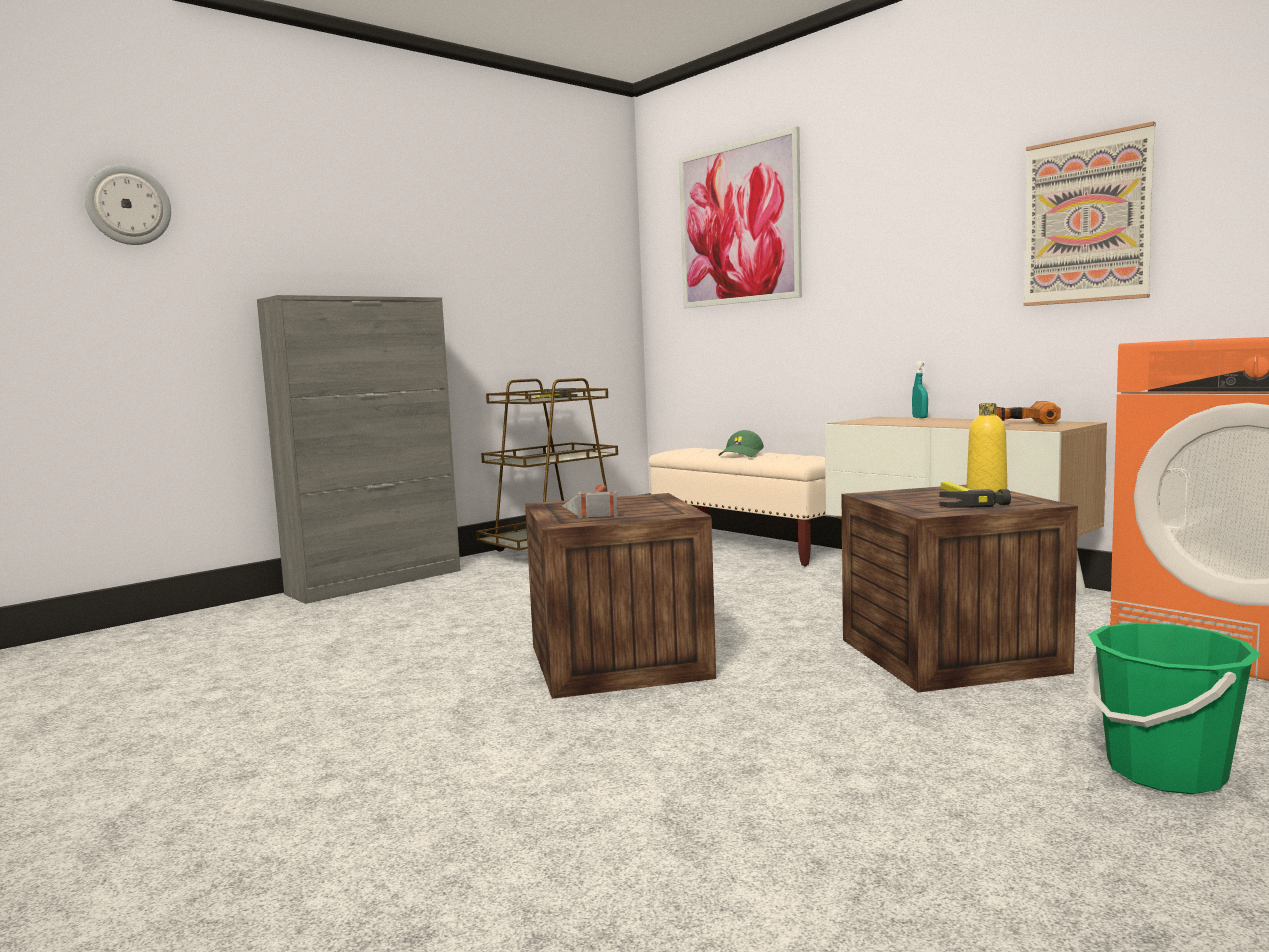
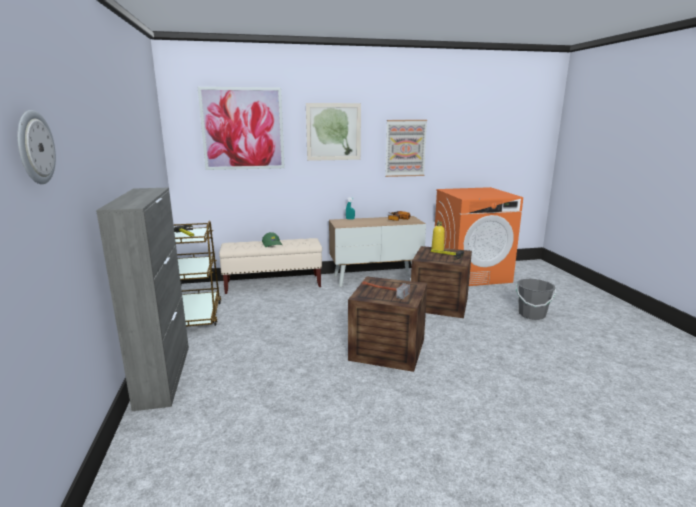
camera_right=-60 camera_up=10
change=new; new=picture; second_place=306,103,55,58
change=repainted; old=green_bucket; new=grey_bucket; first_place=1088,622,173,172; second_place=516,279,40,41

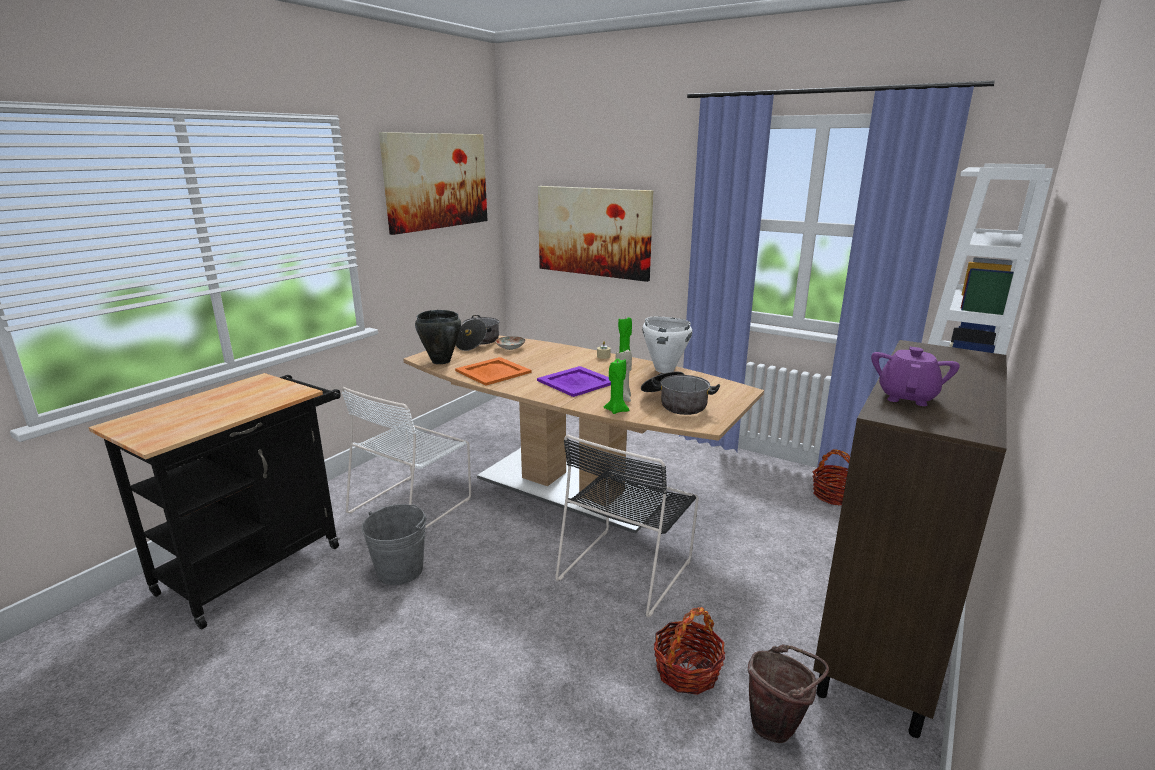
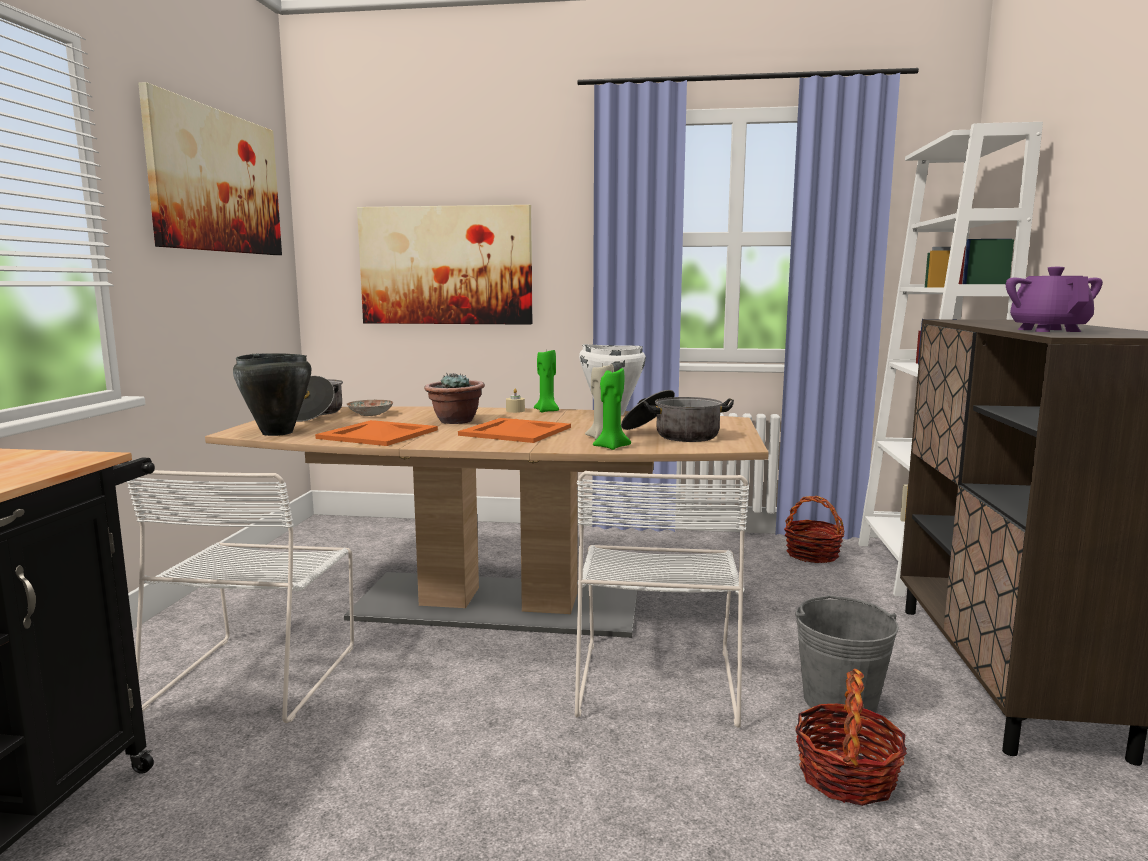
camera_right=-25 camera_up=-10
change=gone; old=brown_bucket; first_place=748,644,81,99
change=new; new=potted_plant; second_place=424,373,61,51
change=shifted; old=grey_bucket; first_place=361,504,65,81; second_place=795,595,104,124
change=repainted; old=purple_tray; new=orange_tray; first_place=537,366,74,31; second_place=458,418,113,25
change=repainted; old=black_chair; new=white_chair; first_place=555,434,144,183; second_place=574,471,175,257

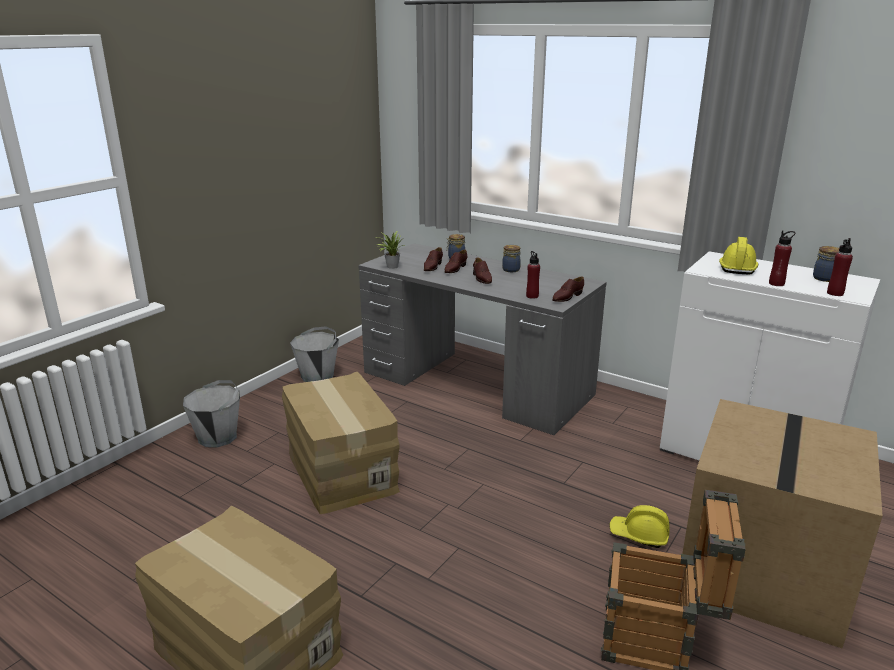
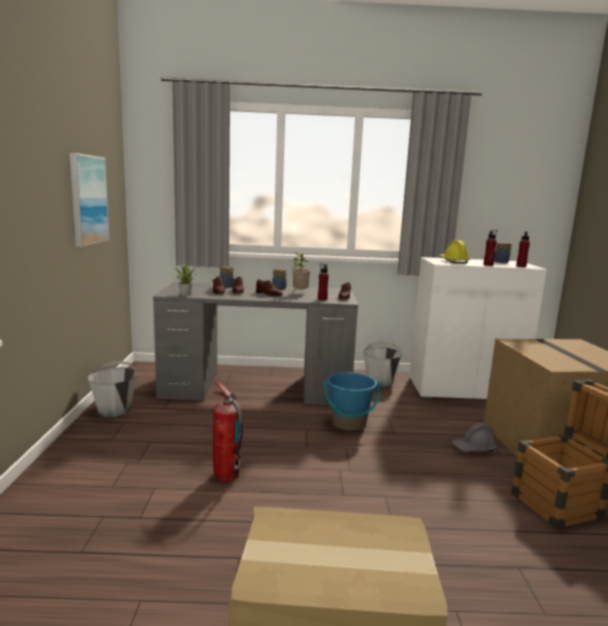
camera_right=-35 camera_up=-10
change=new; new=picture; second_place=70,153,39,94
change=new; new=potted_plant; second_place=292,252,18,38
change=new; new=blue_bucket; second_place=324,372,56,59
change=shifted; old=grey_bucket; first_place=183,380,57,68; second_place=363,342,39,45
change=swapped; old=cardboard_box; new=fire_extinguisher; first_place=282,372,118,142; second_place=212,381,31,101
change=repainted; old=yellow_hard_hat; new=grey_hard_hat; first_place=609,505,61,43; second_place=452,423,45,29

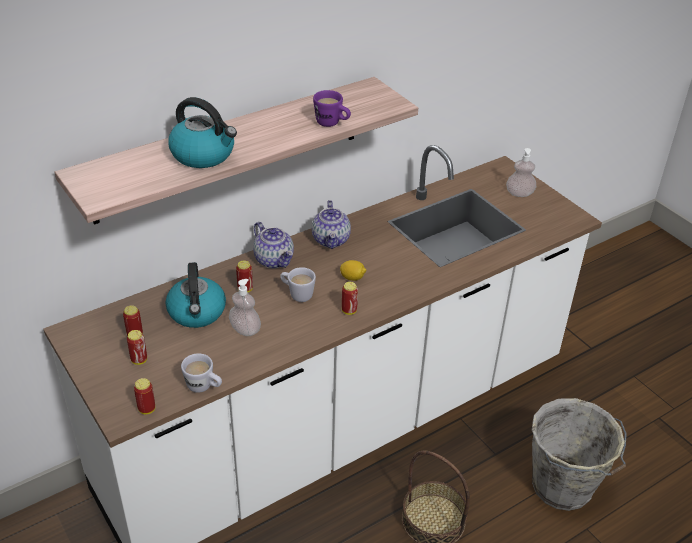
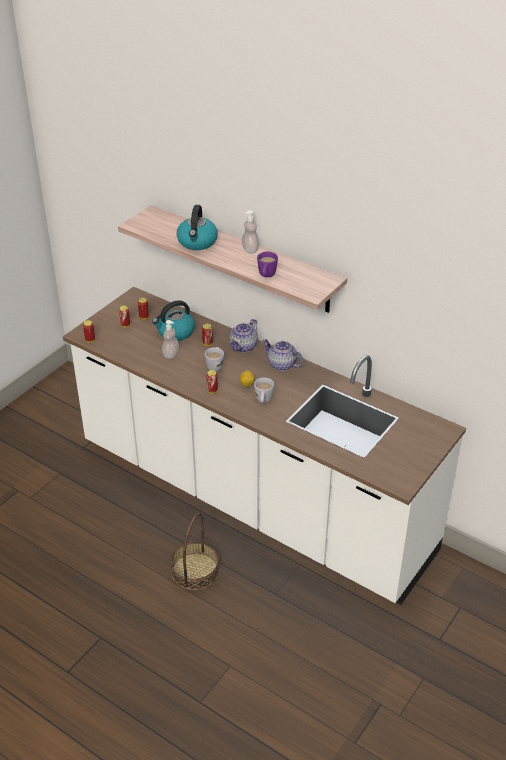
camera_right=70 camera_up=0
change=gone; old=grey_bucket; first_place=532,398,95,113
change=shifted; old=white_mug; first_place=181,353,41,40; second_place=254,378,20,25
change=shifted; old=soap_dispenser; first_place=506,148,30,49; second_place=242,210,17,44
change=rotated; old=teapot; first_place=312,200,39,49; second_place=262,339,42,32; degrees=60

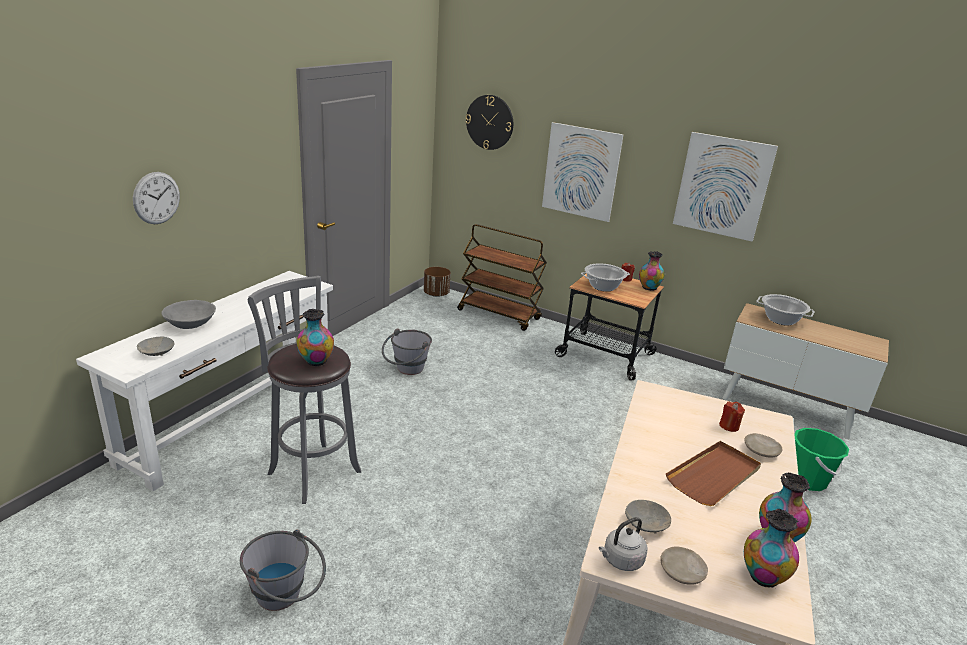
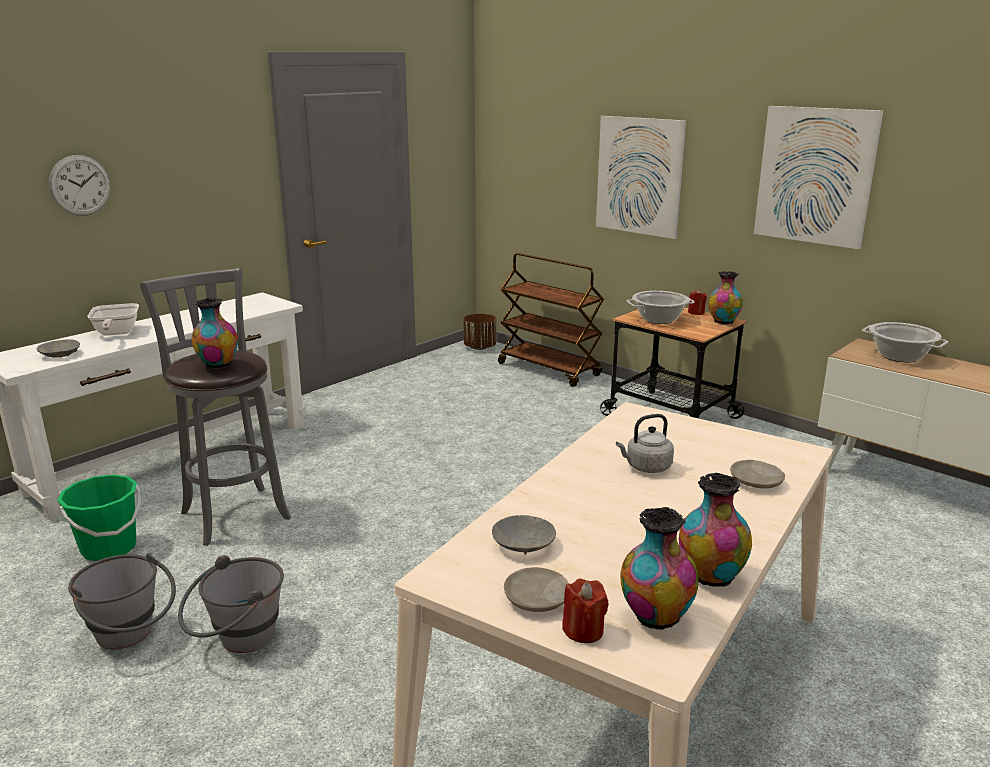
camera_right=15 camera_up=-5
change=gone; old=wall_clock; first_place=466,95,47,55
change=gone; old=brown_tray; first_place=666,441,95,65
change=shifted; old=grey_bucket; first_place=382,328,50,47; second_place=178,555,106,98
change=shifted; old=grey_kettle; first_place=599,517,48,54; second_place=616,414,58,59
change=shifted; old=red_candle; first_place=719,401,26,31; second_place=562,579,47,64
change=shifted; old=green_bucket; first_place=794,428,55,63; second_place=57,474,84,87
change=swapped; old=grey_bowl; new=frying_pan; first_place=162,300,54,29; second_place=88,303,51,33

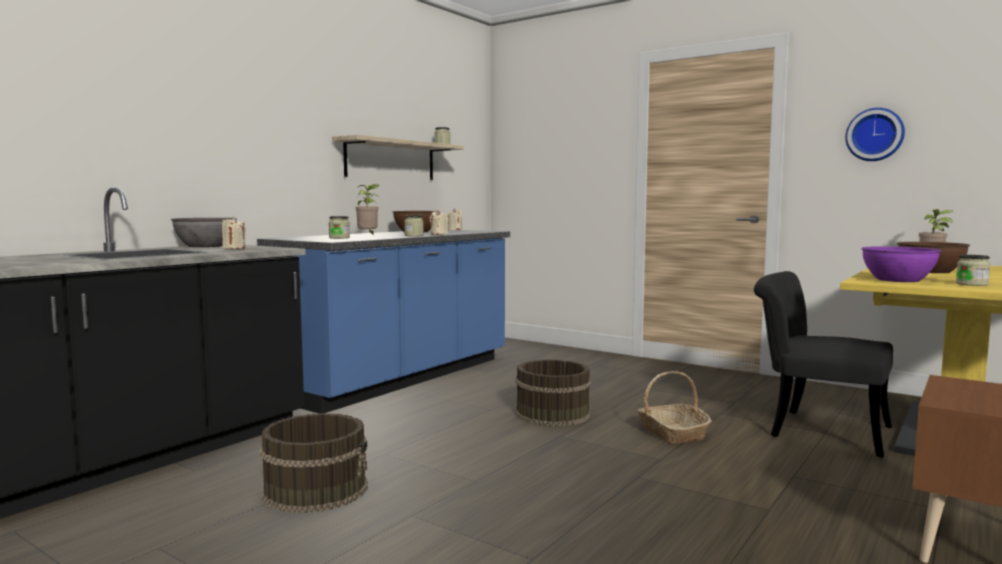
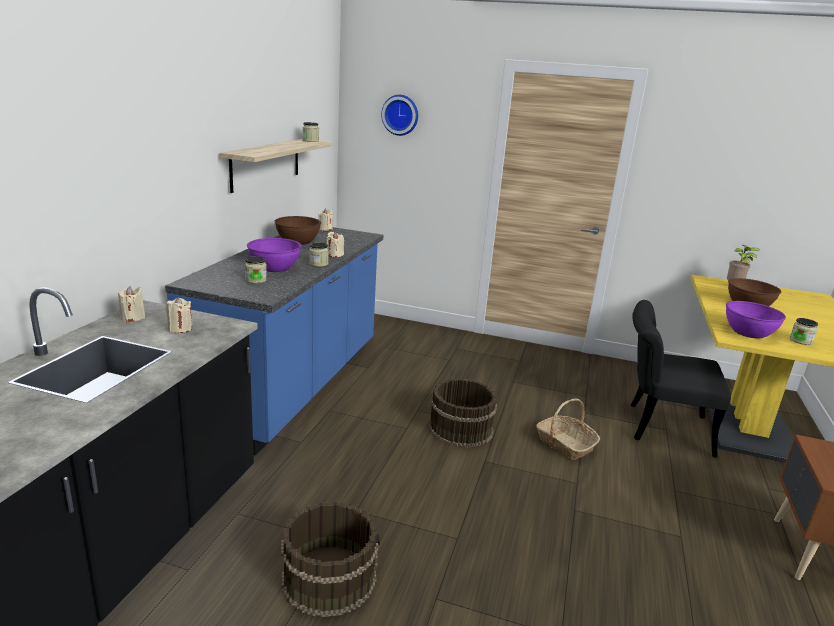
camera_right=-20 camera_up=15
change=shifted; old=wall_clock; first_place=845,108,60,53; second_place=381,95,37,41
change=swapped; old=grey_bowl; new=beige_candle; first_place=171,218,66,29; second_place=118,286,27,36
change=swapped; old=potted_plant; new=purple_bowl; first_place=355,184,24,51; second_place=247,238,55,34

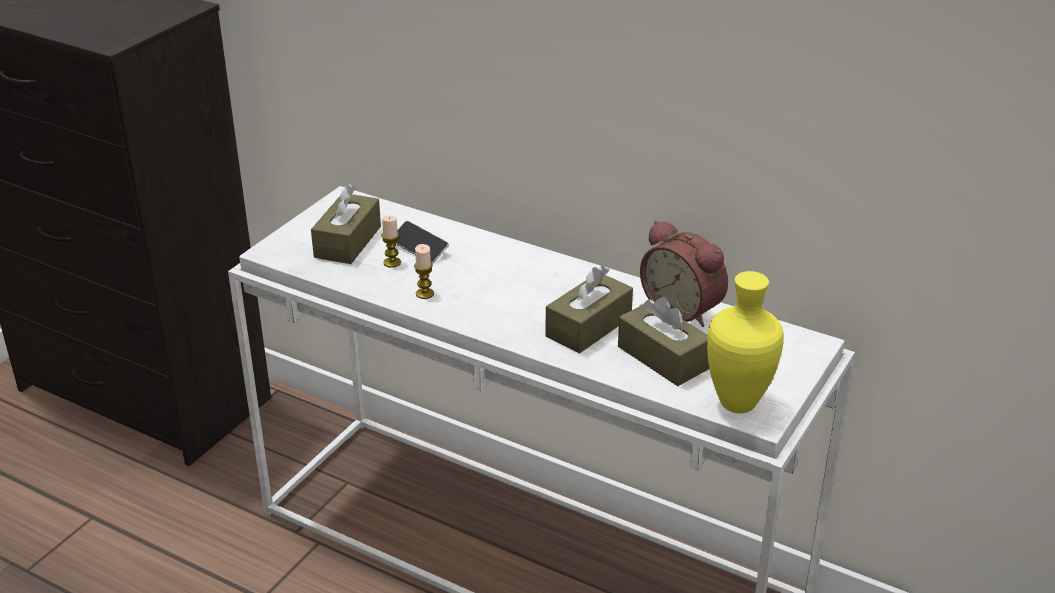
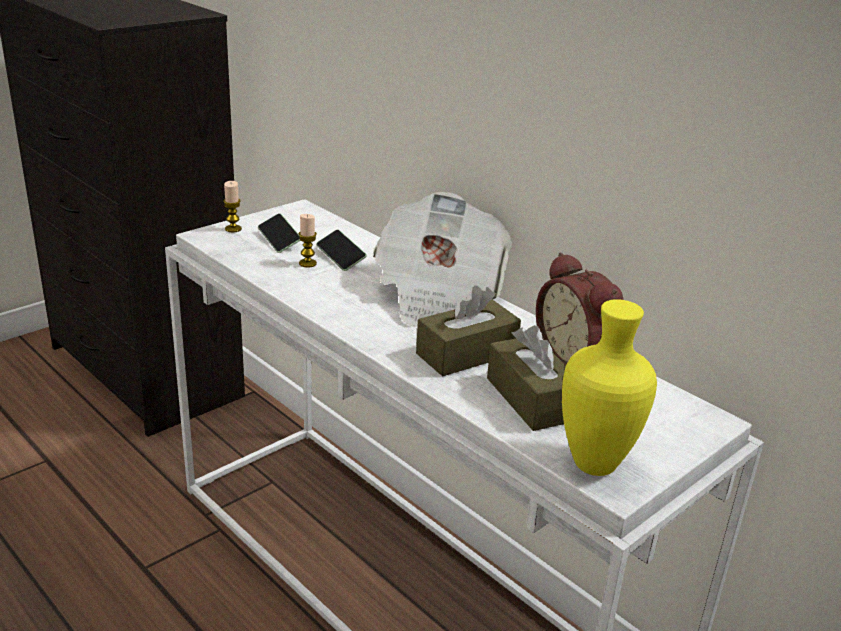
camera_right=15 camera_up=-5
change=new; new=newspaper; second_place=373,192,139,135
change=shifted; old=candle; first_place=414,244,20,55; second_place=223,181,19,51
change=swapped; old=brown_tissue_box; new=phone; first_place=311,183,70,81; second_place=258,213,42,40

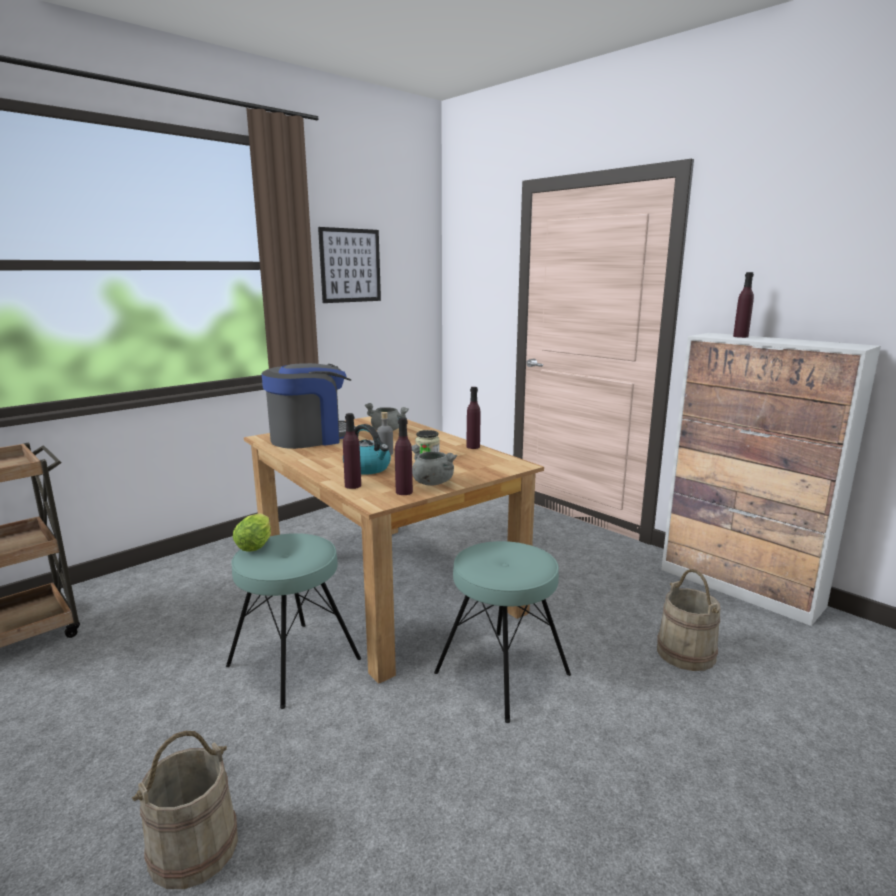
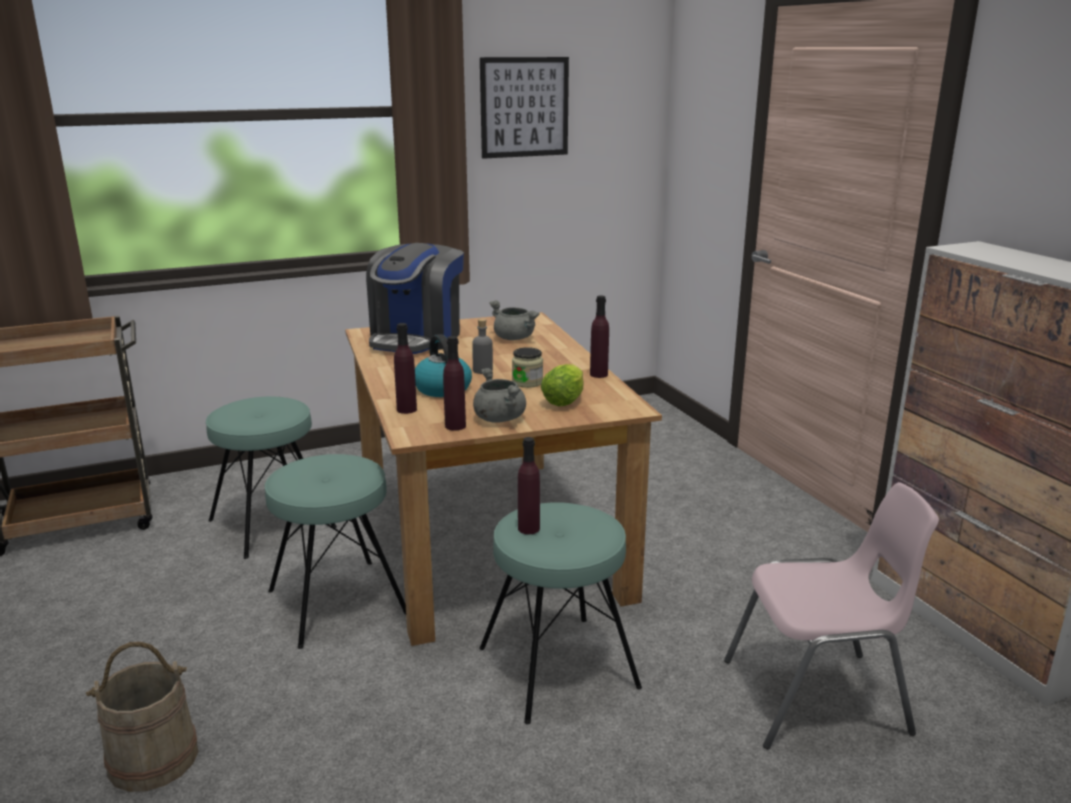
camera_right=20 camera_up=5
change=new; new=turquoise_stool; second_place=206,396,131,163
change=shifted; old=lettuce; first_place=233,513,38,39; second_place=541,364,43,42
change=shifted; old=purple_bottle; first_place=733,272,21,66; second_place=518,437,22,97
change=swapped; old=beige_bucket; new=pink_chair; first_place=657,569,63,102; second_place=724,482,215,267
change=rotated; old=coffee_machine; first_place=262,363,94,86; second_place=366,243,98,111; degrees=120

